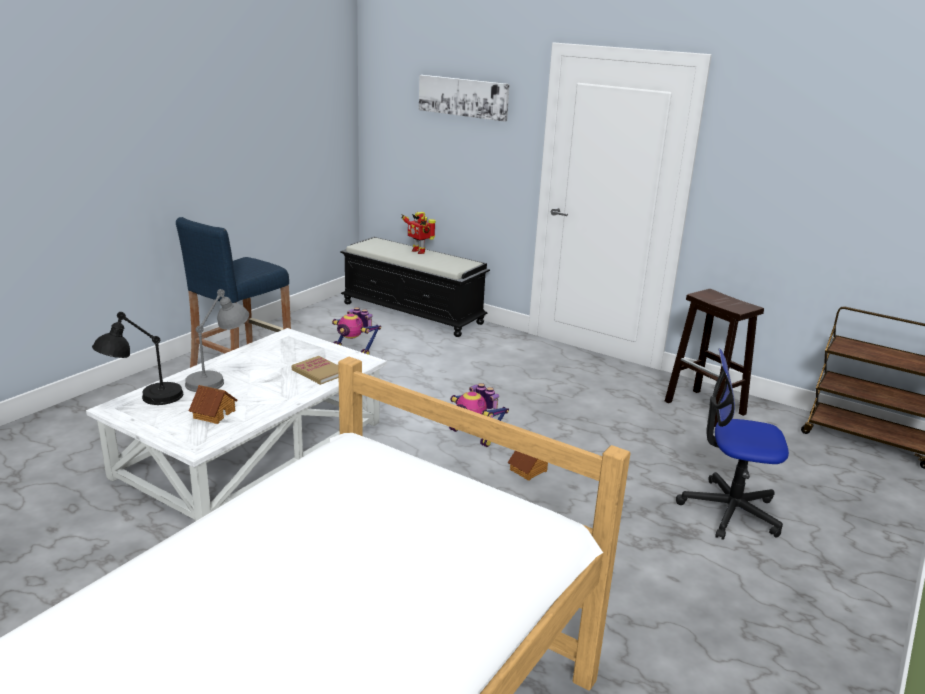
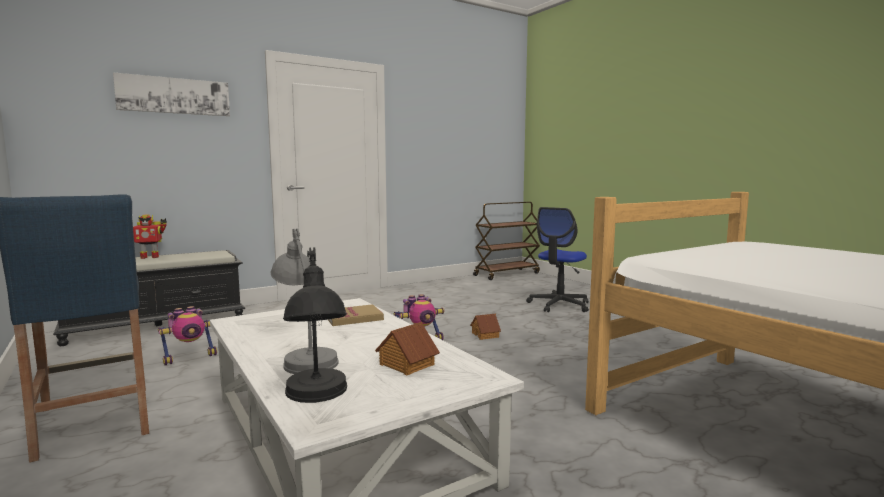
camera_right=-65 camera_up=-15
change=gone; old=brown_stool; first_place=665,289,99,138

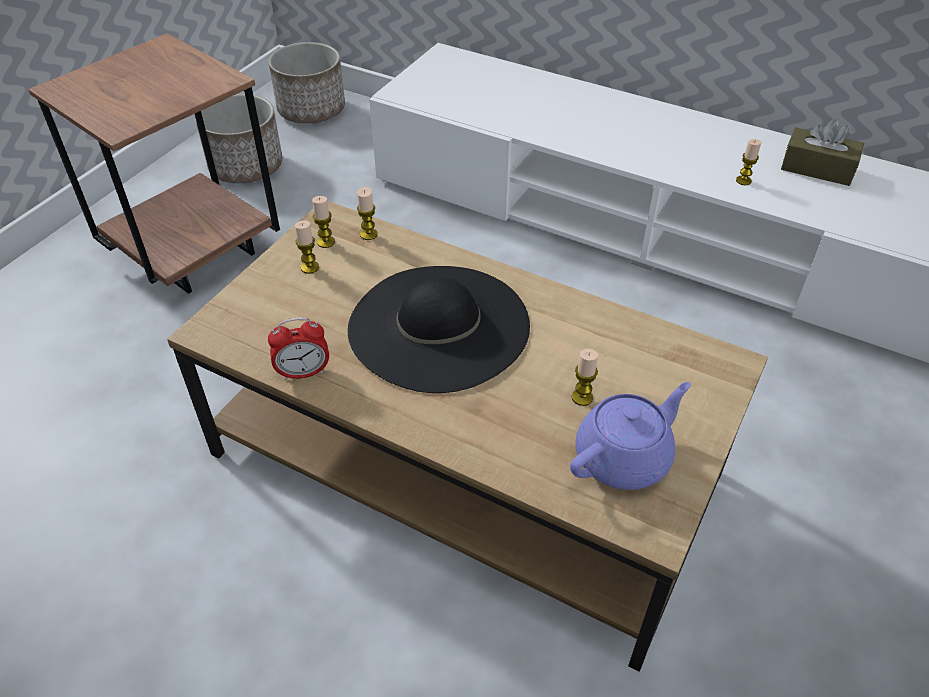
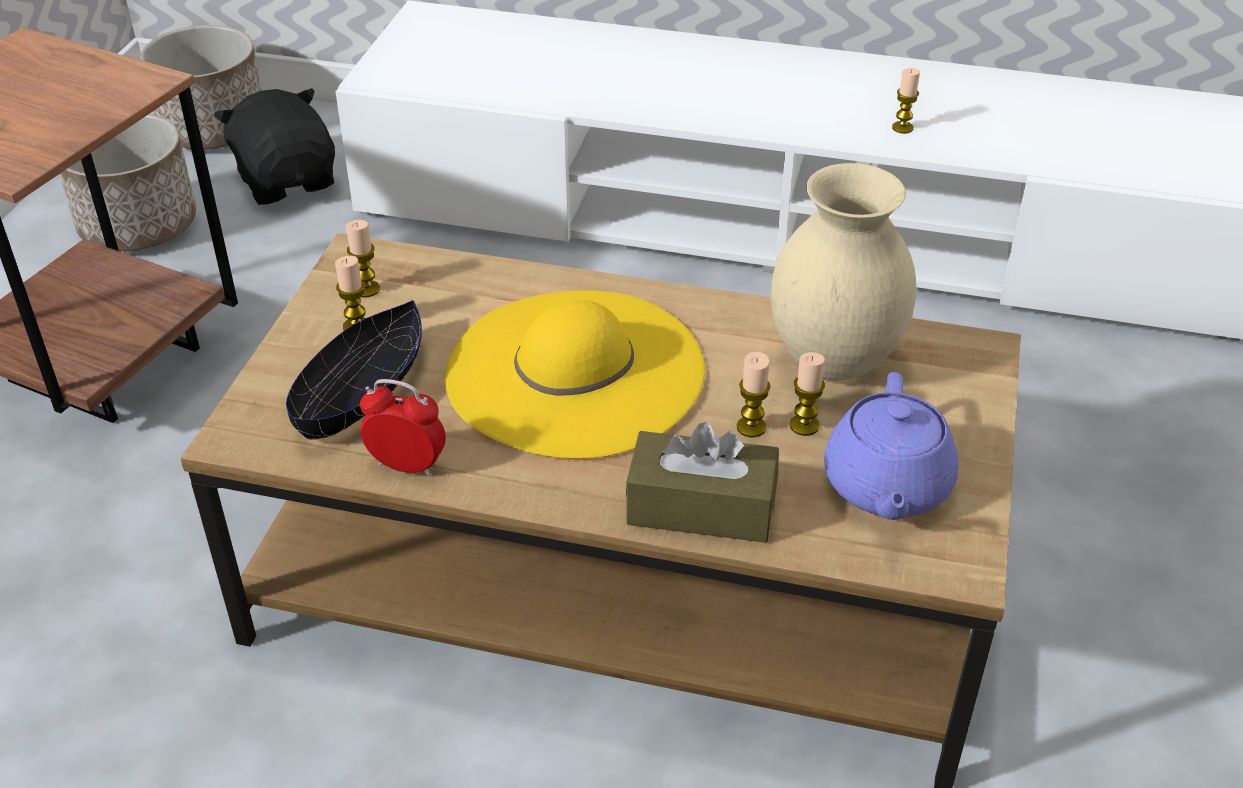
camera_right=-15 camera_up=-5
change=new; new=black_plush_toy; second_place=214,88,121,117
change=new; new=black_bowl; second_place=286,300,136,140
change=new; new=beige_vase; second_place=771,163,145,218
change=shifted; old=candle; first_place=357,187,21,53; second_place=737,352,34,85
change=shifted; old=brown_tissue_box; first_place=781,119,83,67; second_place=626,422,153,121
change=repainted; old=black_hat; new=yellow_hat; first_place=348,266,182,127; second_place=445,290,260,169
change=rotated; old=alarm_clock; first_place=268,317,61,64; second_place=360,379,86,98; degrees=-135
change=rotated; old=purple_teapot; first_place=570,382,121,108; second_place=824,372,135,148; degrees=150

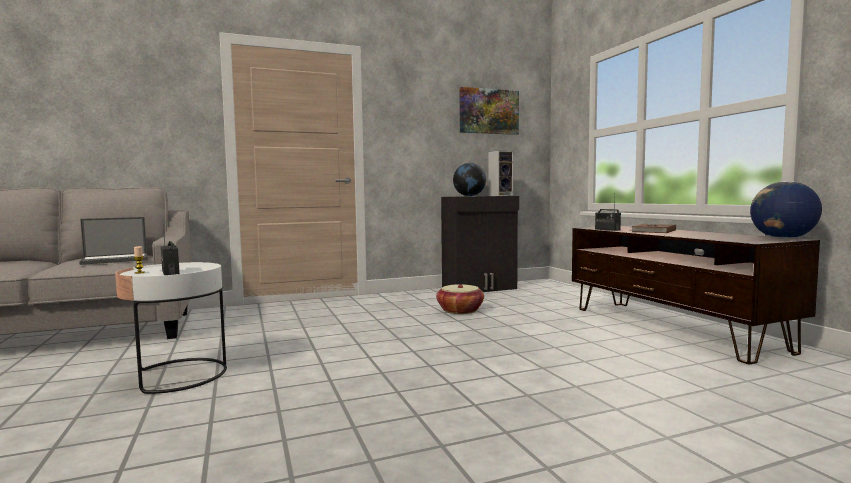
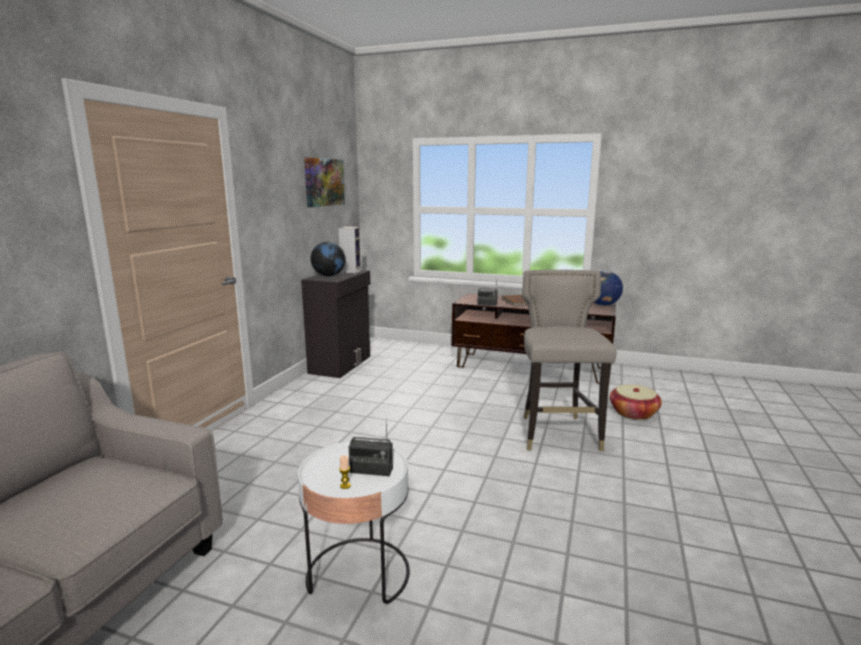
camera_right=-50 camera_up=10
change=gone; old=laptop; first_place=79,217,69,48
change=new; new=grey_stool; second_place=522,270,95,181
change=shifted; old=basket; first_place=436,284,48,30; second_place=610,384,52,36

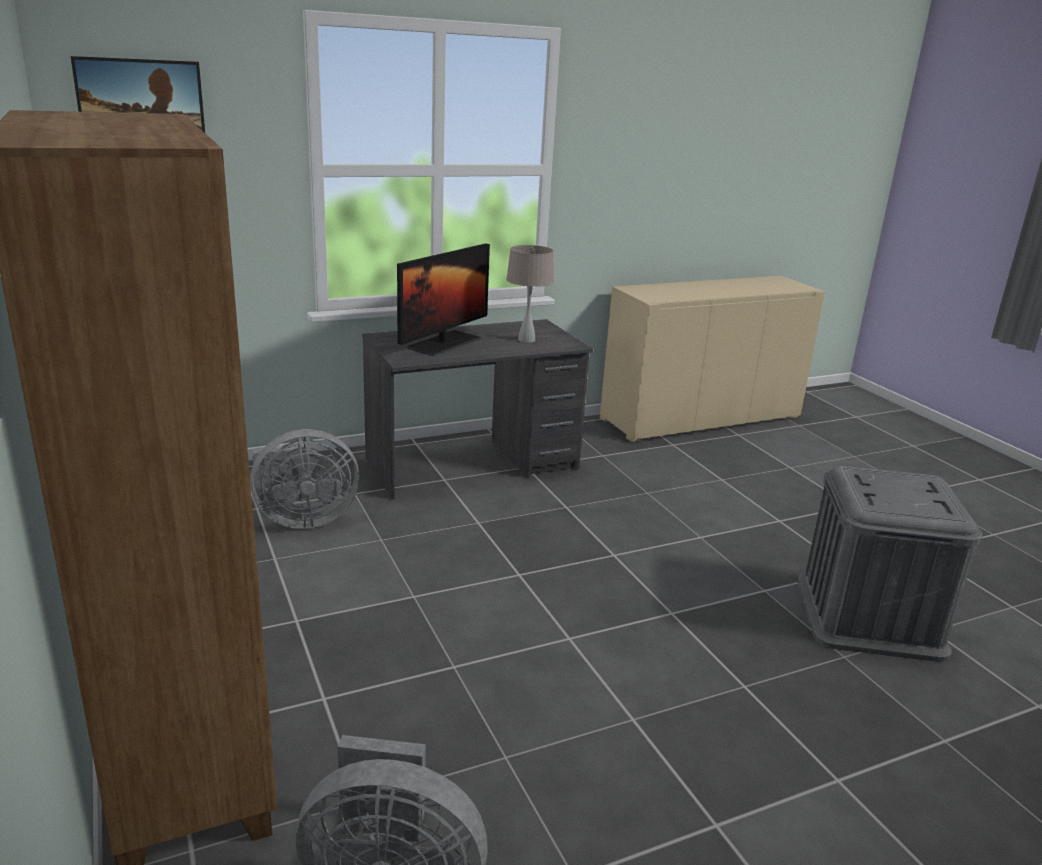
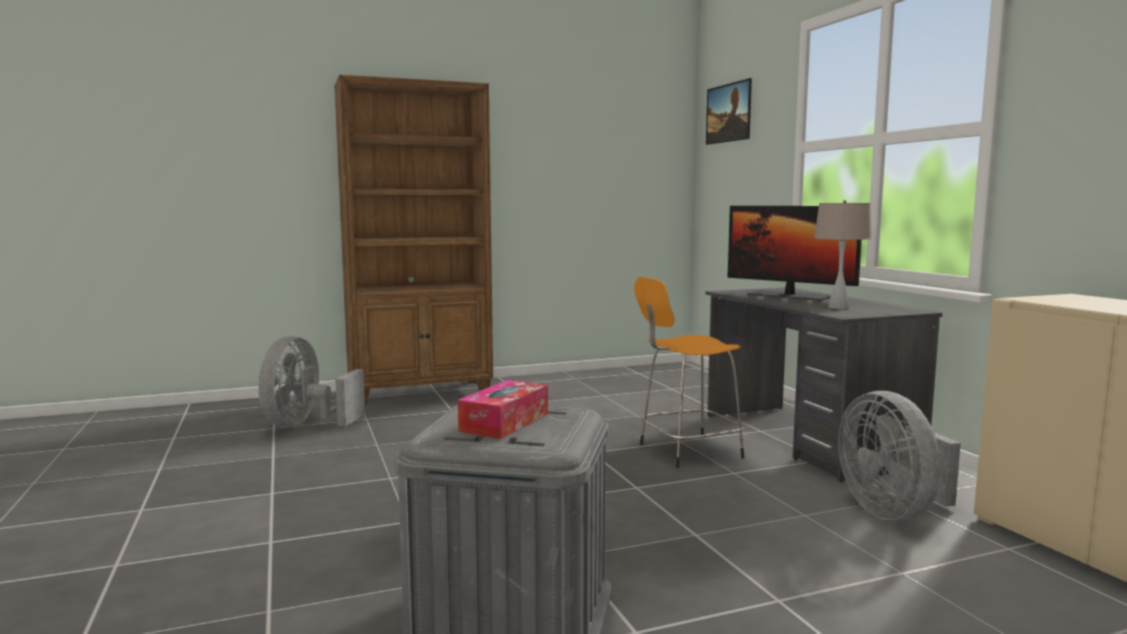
camera_right=95 camera_up=-15
change=new; new=tissue_box; second_place=458,380,90,59
change=new; new=orange_stool; second_place=634,277,110,191
change=shifted; old=grey_fan; first_place=250,429,109,100; second_place=838,391,123,130

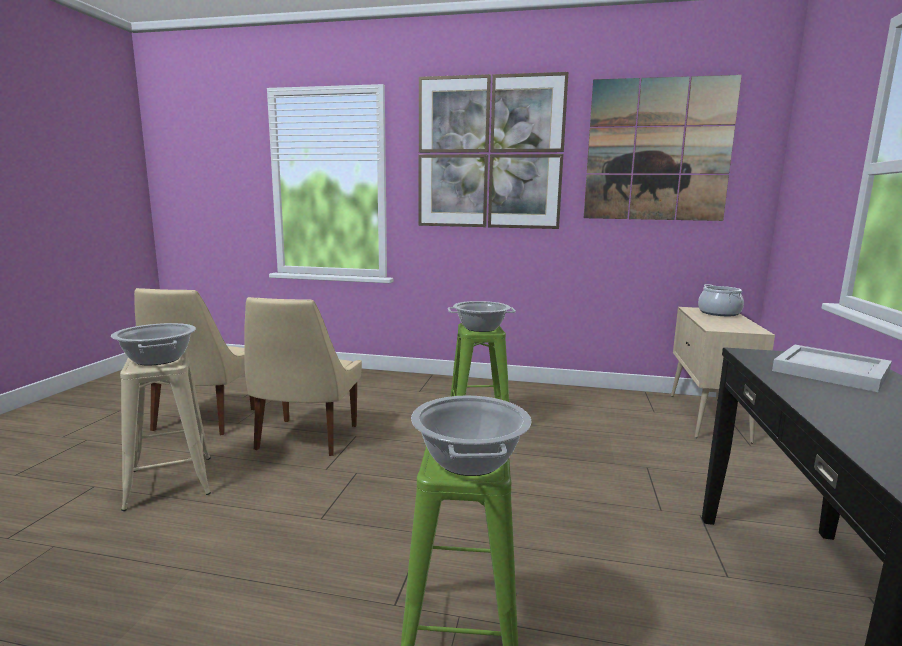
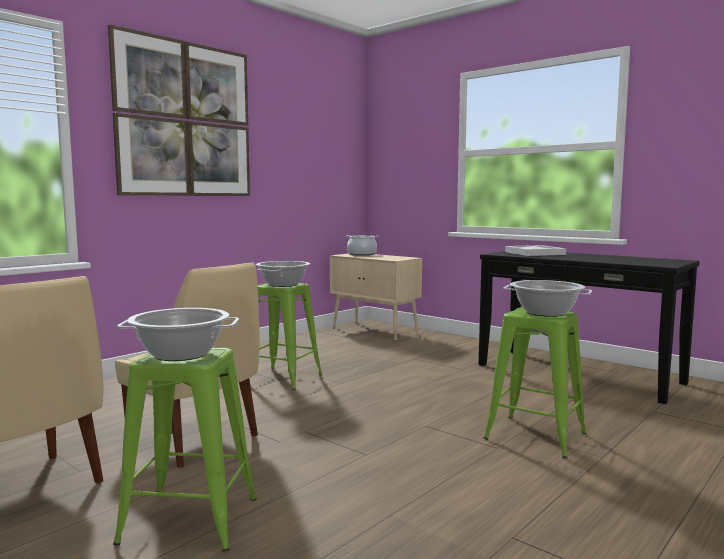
camera_right=-60 camera_up=-5
change=gone; old=picture; first_place=584,75,158,146
change=repainted; old=beige_stool; new=green_stool; first_place=120,352,91,159; second_place=113,348,144,204

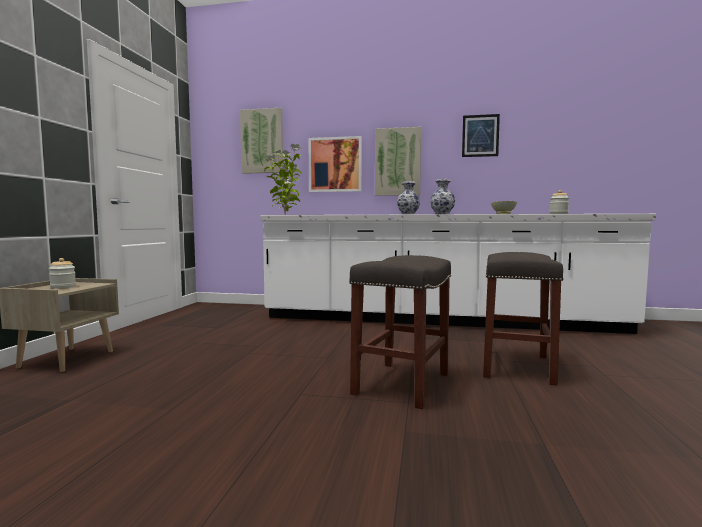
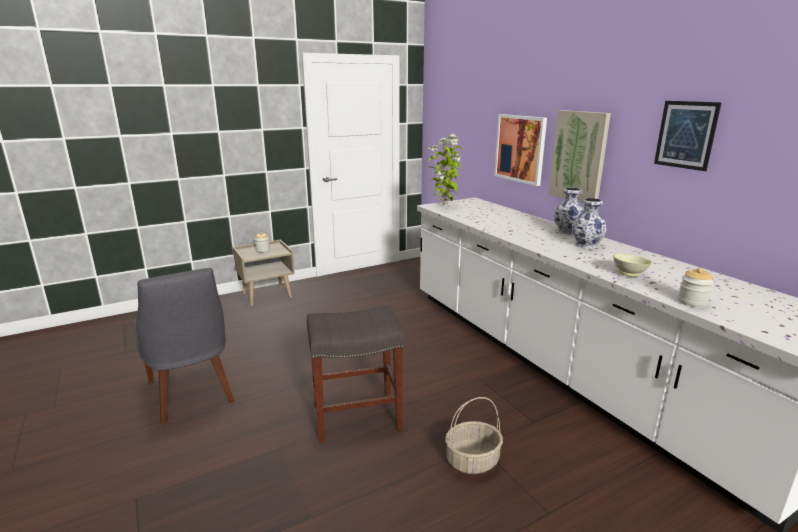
camera_right=50 camera_up=15
change=gone; old=picture; first_place=240,108,43,66
change=new; new=grey_chair; second_place=133,268,102,157
change=swapped; old=grey_stool; new=basket; first_place=483,252,81,134; second_place=445,397,58,77

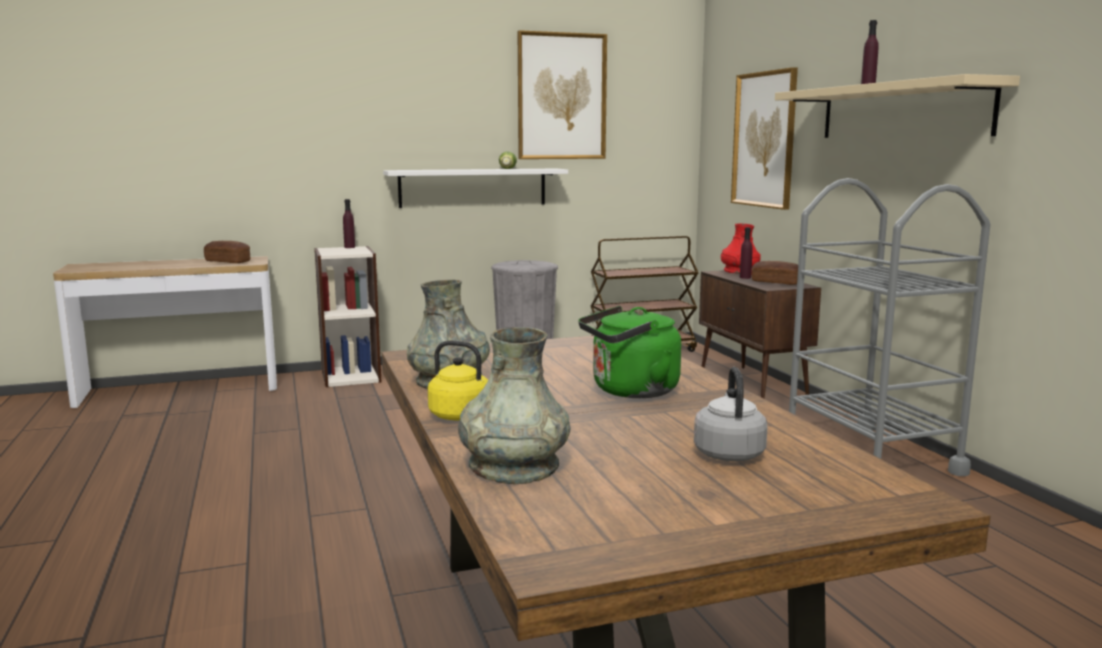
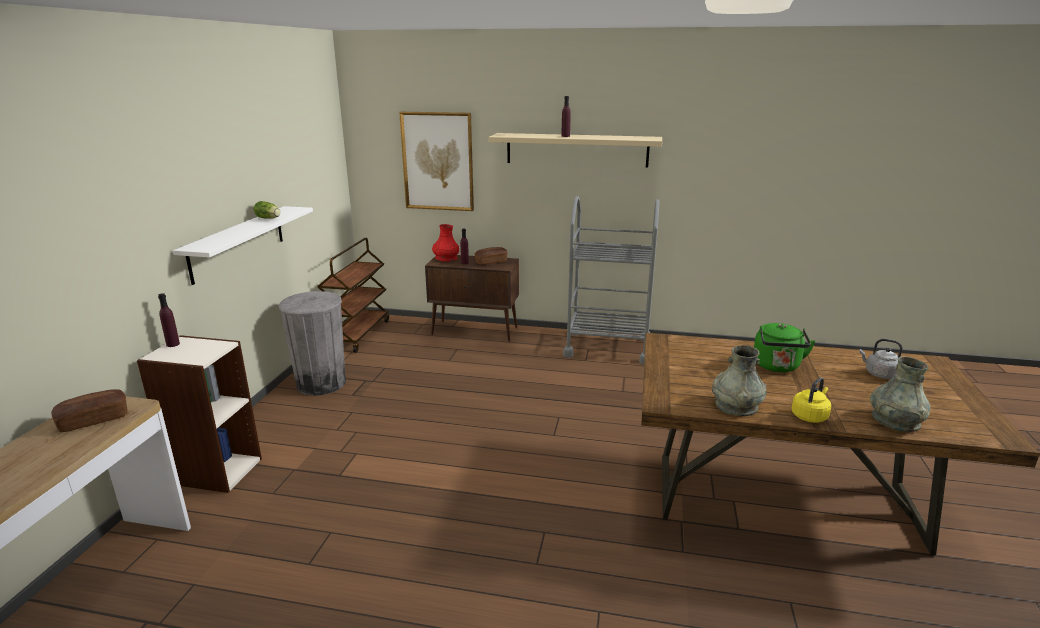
camera_right=-60 camera_up=10
change=gone; old=picture; first_place=518,30,89,129

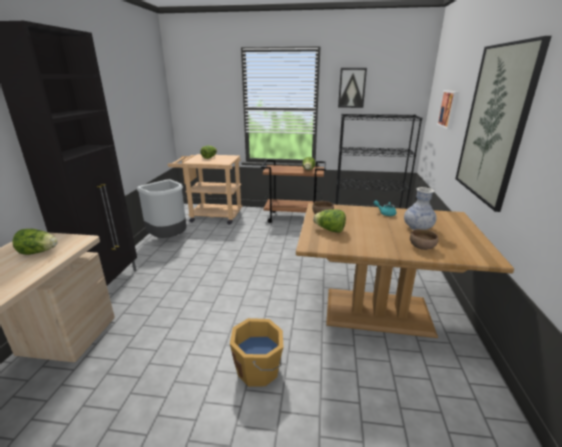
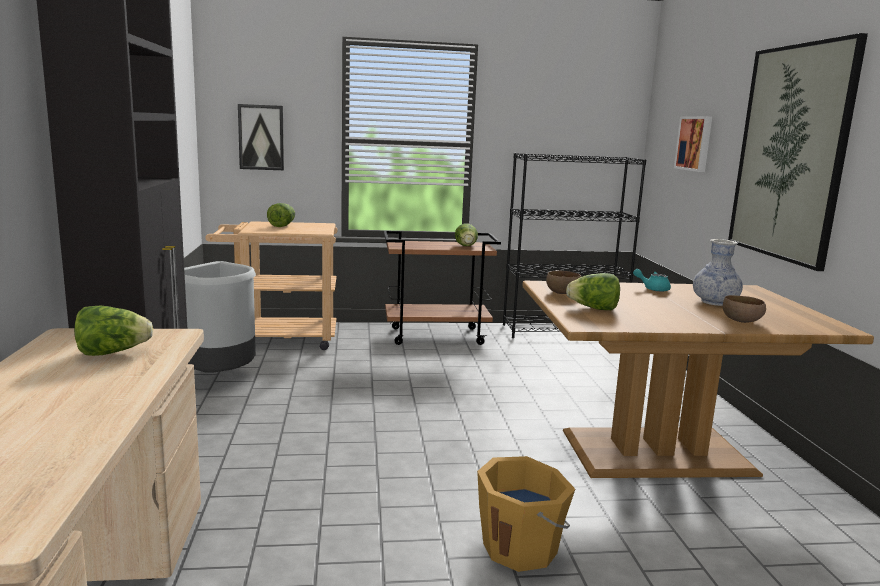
camera_right=-15 camera_up=-10
change=shifted; old=picture; first_place=338,68,29,40; second_place=238,104,46,66

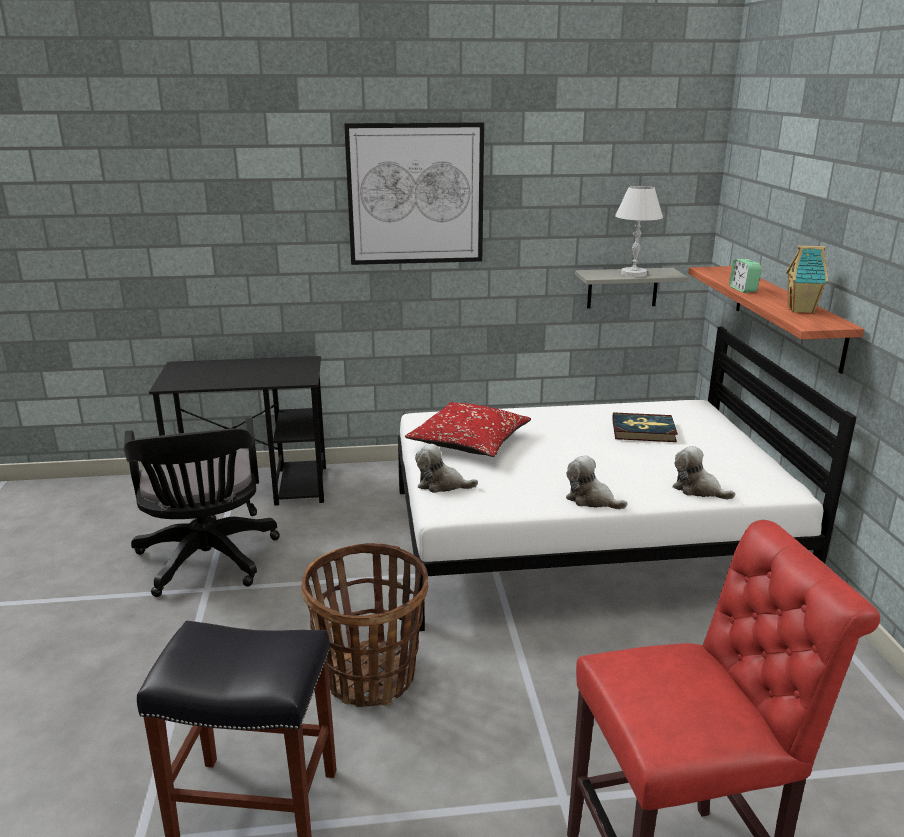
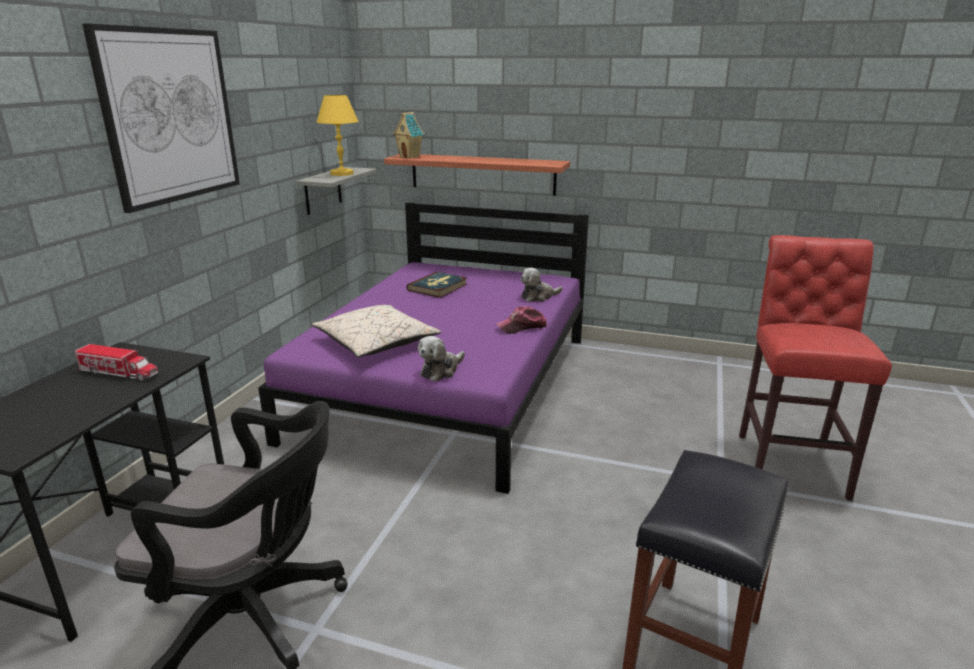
camera_right=-65 camera_up=0
change=gone; old=basket; first_place=302,543,126,164
change=gone; old=alarm_clock; first_place=729,259,33,34
change=new; new=toy_truck; second_place=75,344,83,37
change=shifted; old=toy_house; first_place=786,245,42,68; second_place=393,112,31,46
change=swapped; old=plush_toy; new=cap; first_place=566,456,61,53; second_place=496,306,51,28
change=repainted; old=white_bed; new=purple_bed; first_place=398,327,458,304; second_place=258,202,331,292
change=repainted; old=red_pillow; new=beige_pillow; first_place=405,402,126,55; second_place=312,305,129,52
change=repainted; old=white_table_lamp; new=yellow_table_lamp; first_place=615,186,48,91; second_place=317,95,42,81

